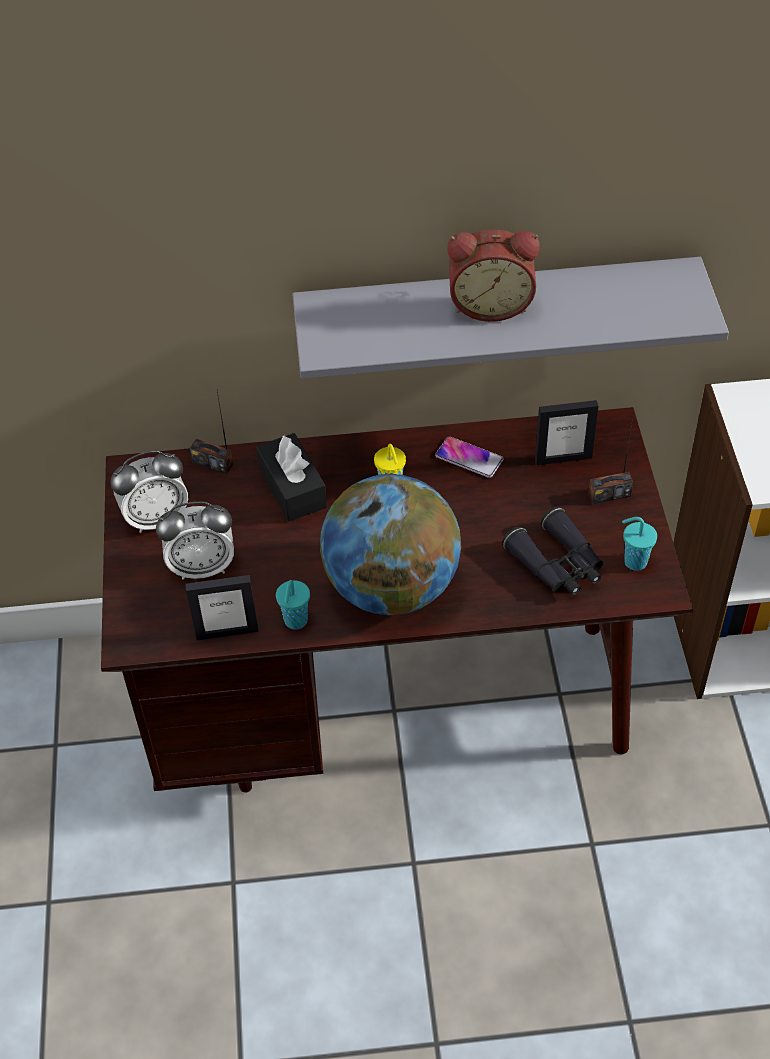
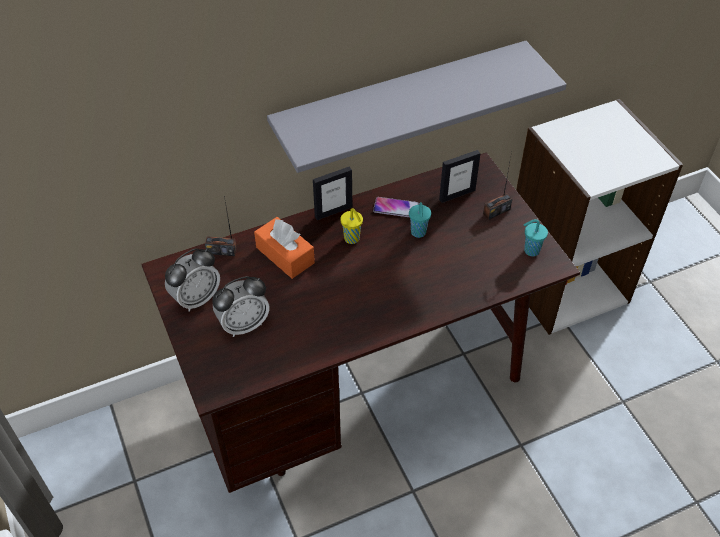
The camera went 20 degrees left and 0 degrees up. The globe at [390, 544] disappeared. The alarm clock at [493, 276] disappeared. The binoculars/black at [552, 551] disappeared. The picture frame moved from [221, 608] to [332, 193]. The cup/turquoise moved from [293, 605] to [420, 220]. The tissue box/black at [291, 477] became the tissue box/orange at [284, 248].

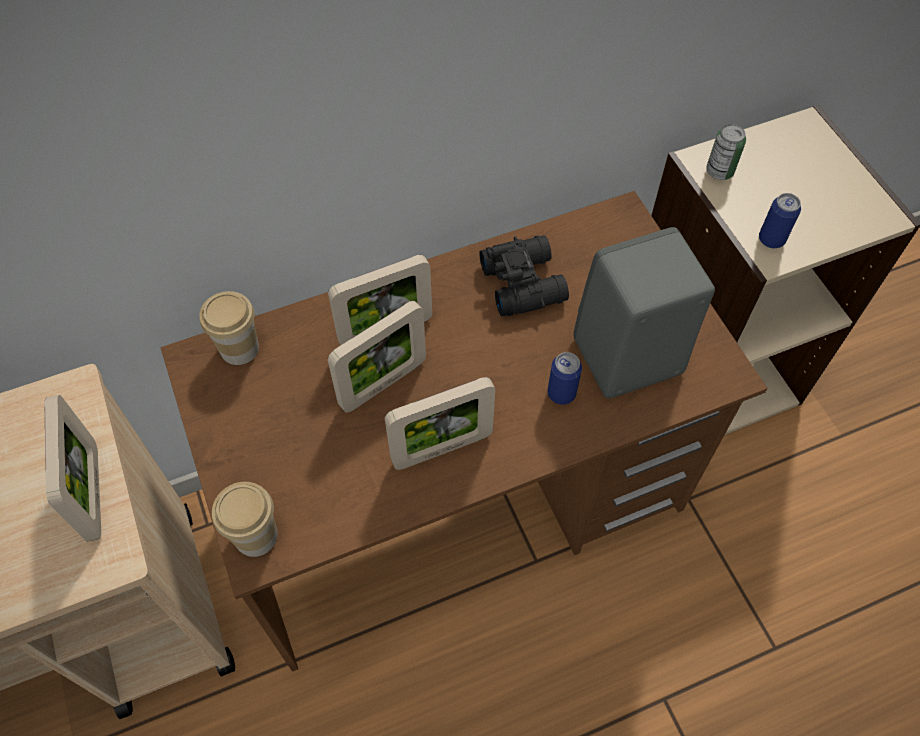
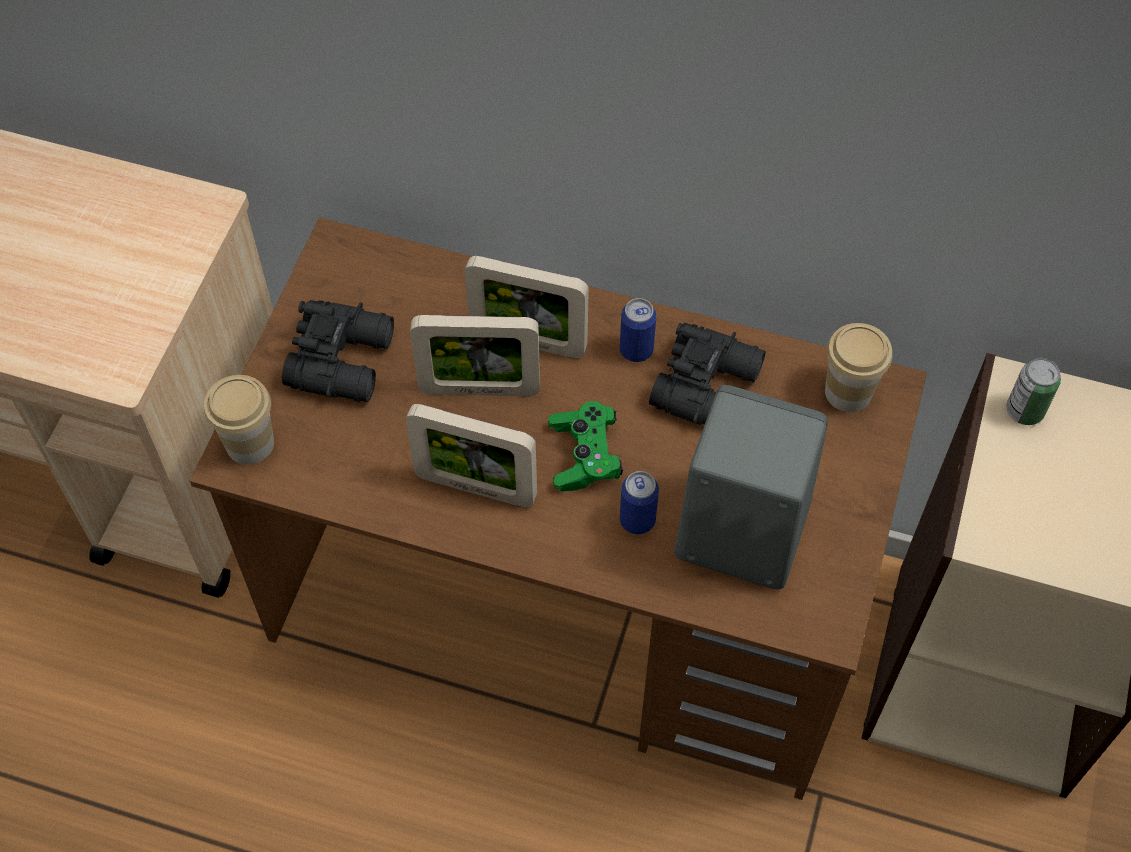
The camera went 40 degrees right and 0 degrees up. The picture frame at [73, 468] disappeared. The binoculars/black at [338, 351] appeared. The game controller/green at [585, 446] appeared. The cup moved from [229, 328] to [858, 367]. The can moved from [780, 220] to [638, 330].

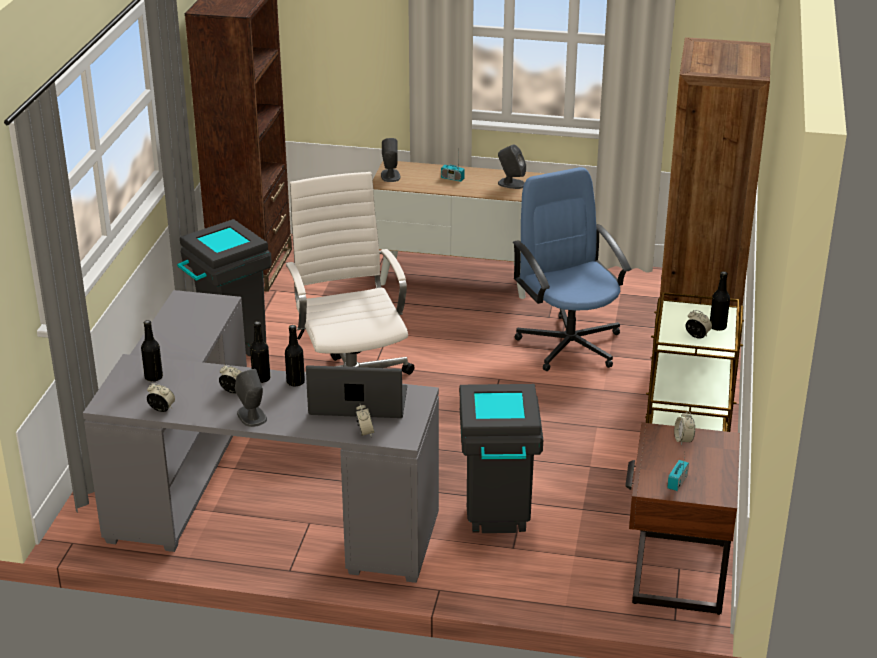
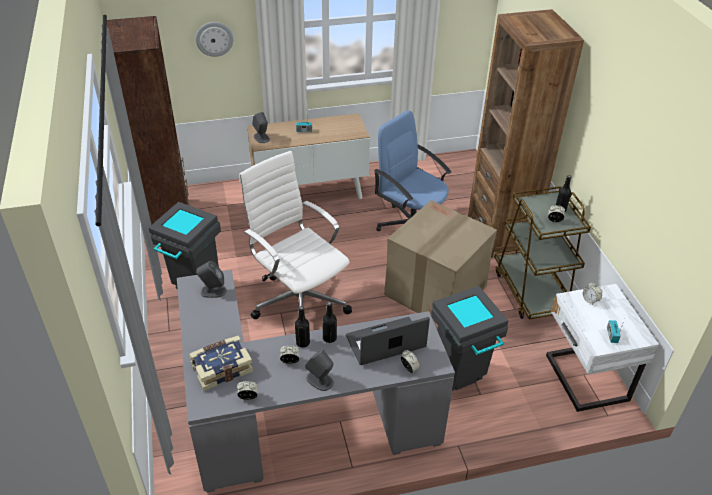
The camera went 25 degrees left and 10 degrees up. The wall clock at [214, 39] appeared. The cardboard box at [440, 261] appeared. The speaker/grey moved from [512, 166] to [211, 279]. The bottle/black at [152, 351] was replaced by the book at [221, 363]. The nightstand/brown at [682, 518] became the nightstand/white at [602, 348].

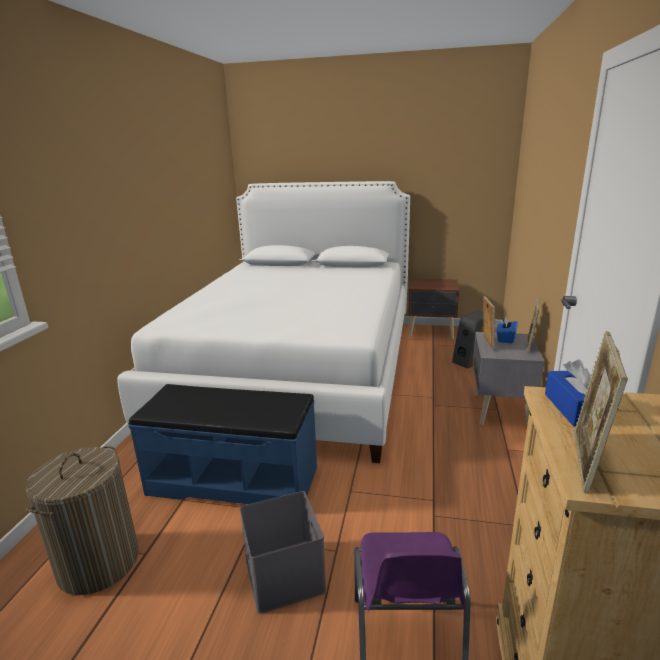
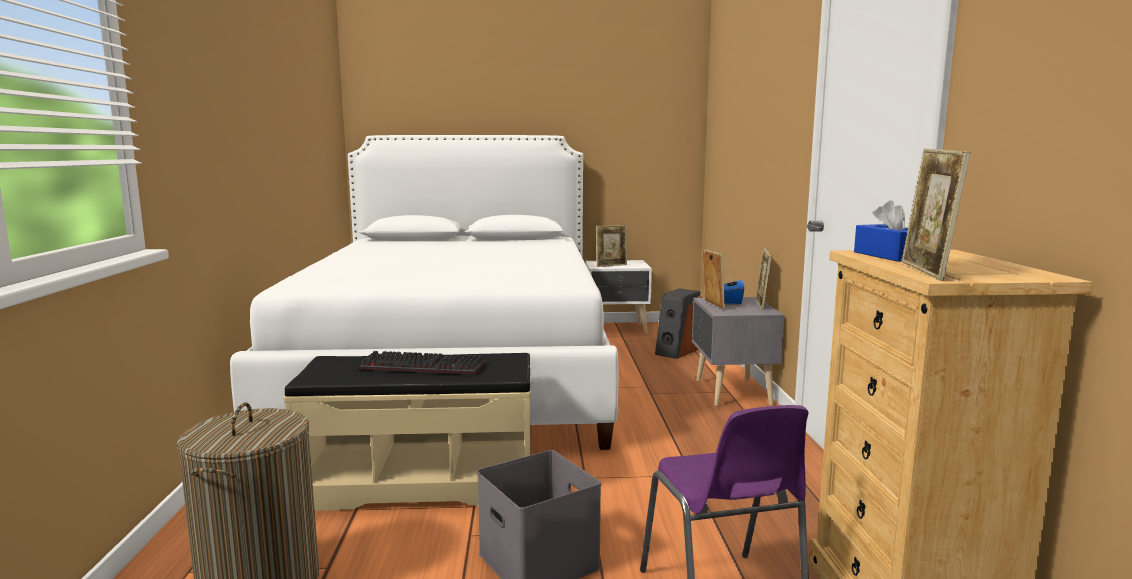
The camera went 15 degrees left and 10 degrees down. The keyboard at [422, 363] appeared. The picture frame at [611, 246] appeared. The bench/blue at [223, 444] became the bench/beige at [407, 432]. The nightstand/brown at [433, 309] became the nightstand/white at [618, 297].

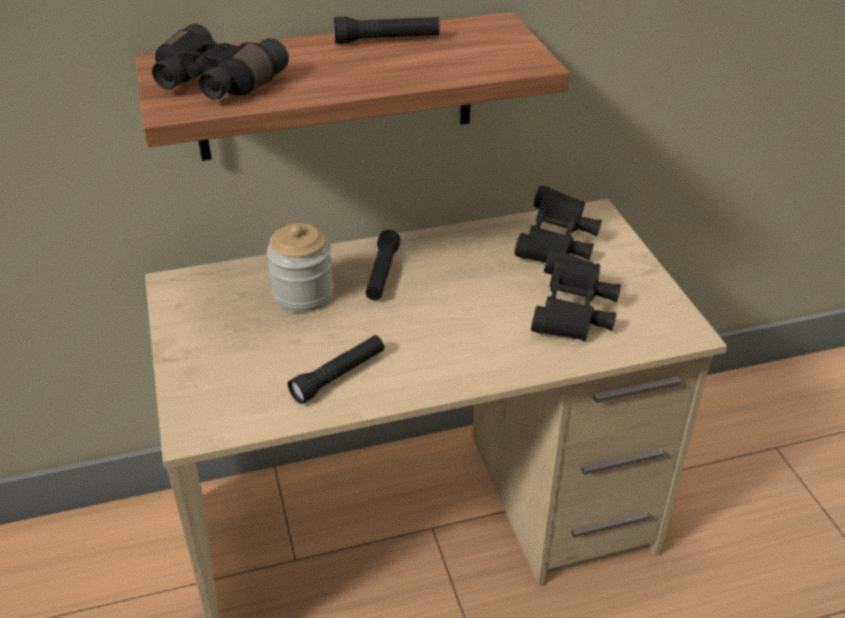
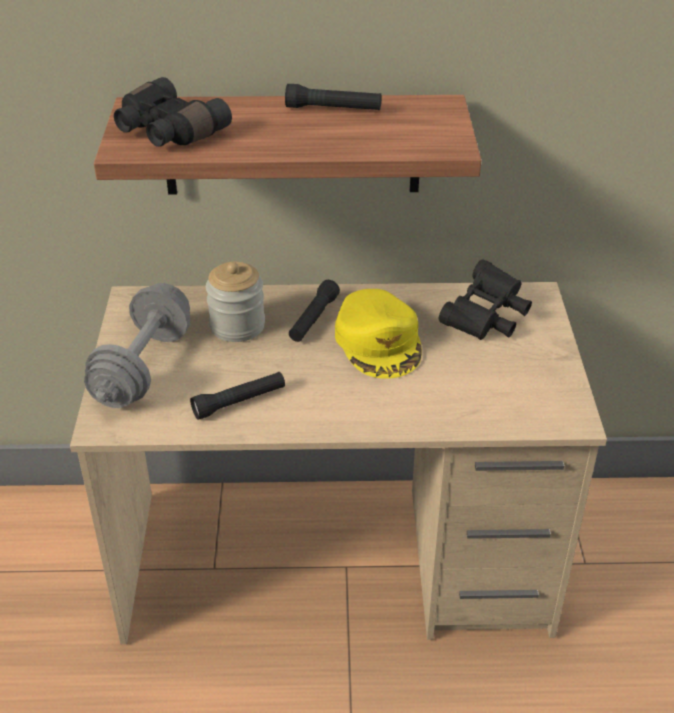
The camera went 15 degrees right and 0 degrees up. The binoculars/black at [576, 295] disappeared. The dumbbell/grey at [137, 345] appeared. The cap/yellow at [378, 334] appeared.

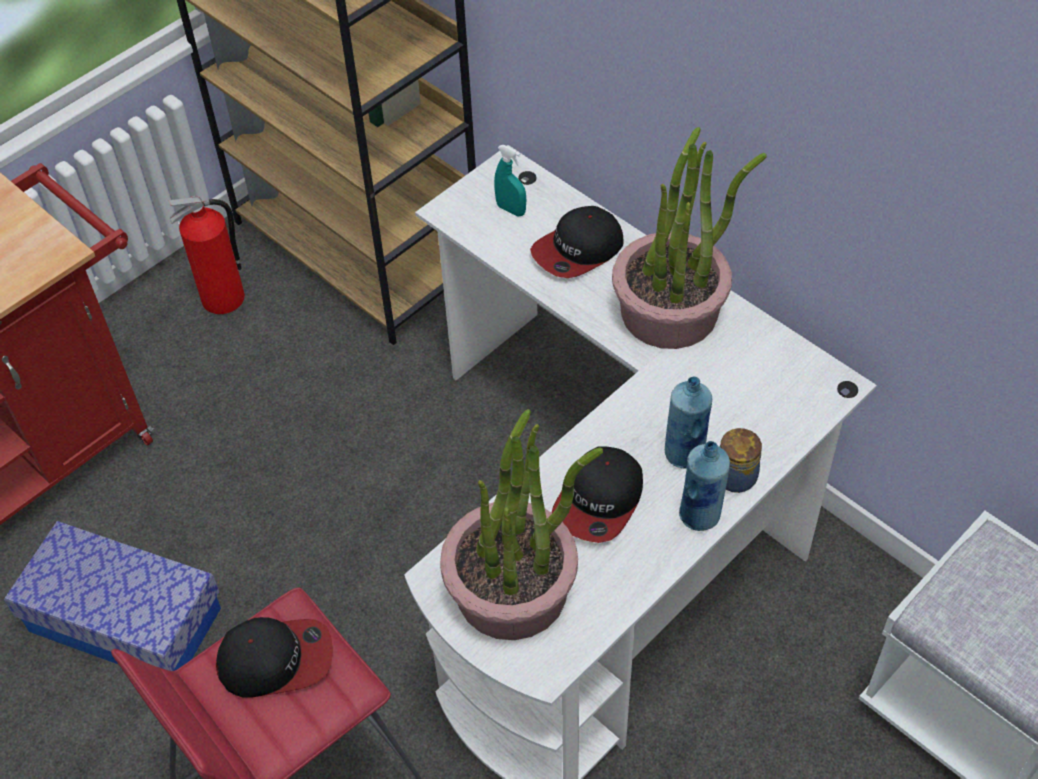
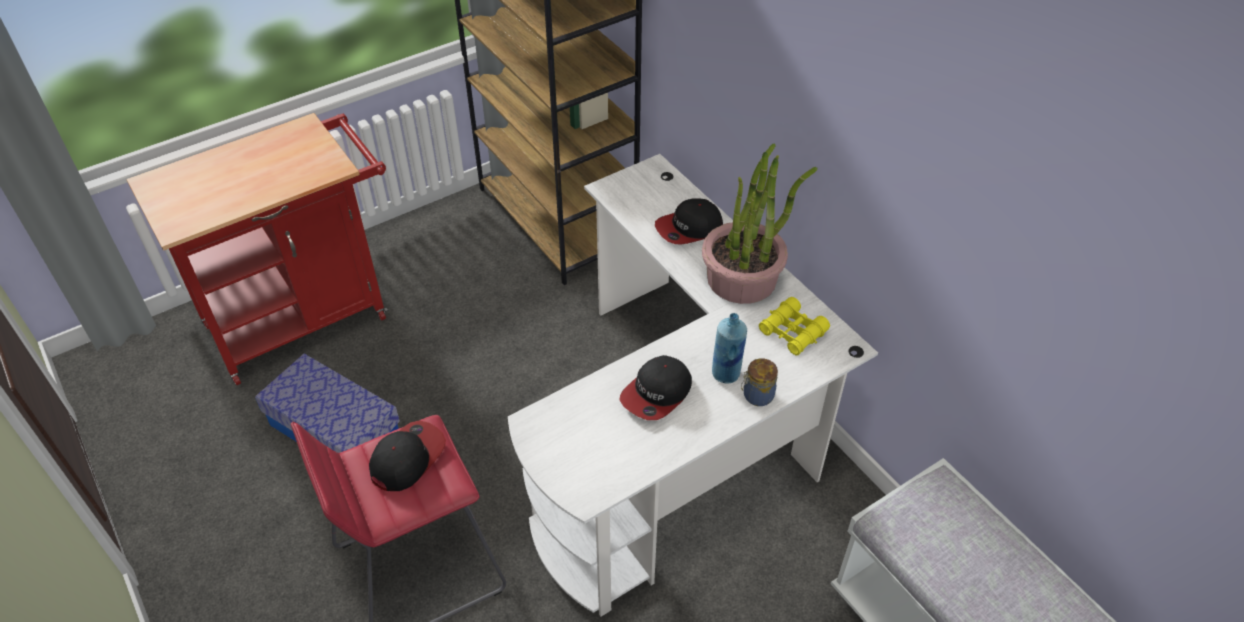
The camera went 10 degrees right and 5 degrees down. The fire extinguisher at [207, 255] disappeared. The potted plant at [521, 524] disappeared. The spray bottle/turquoise at [510, 181] disappeared. The bottle/blue at [704, 486] disappeared. The binoculars/yellow at [794, 326] appeared. The cap at [274, 657] turned 60 degrees counterclockwise.

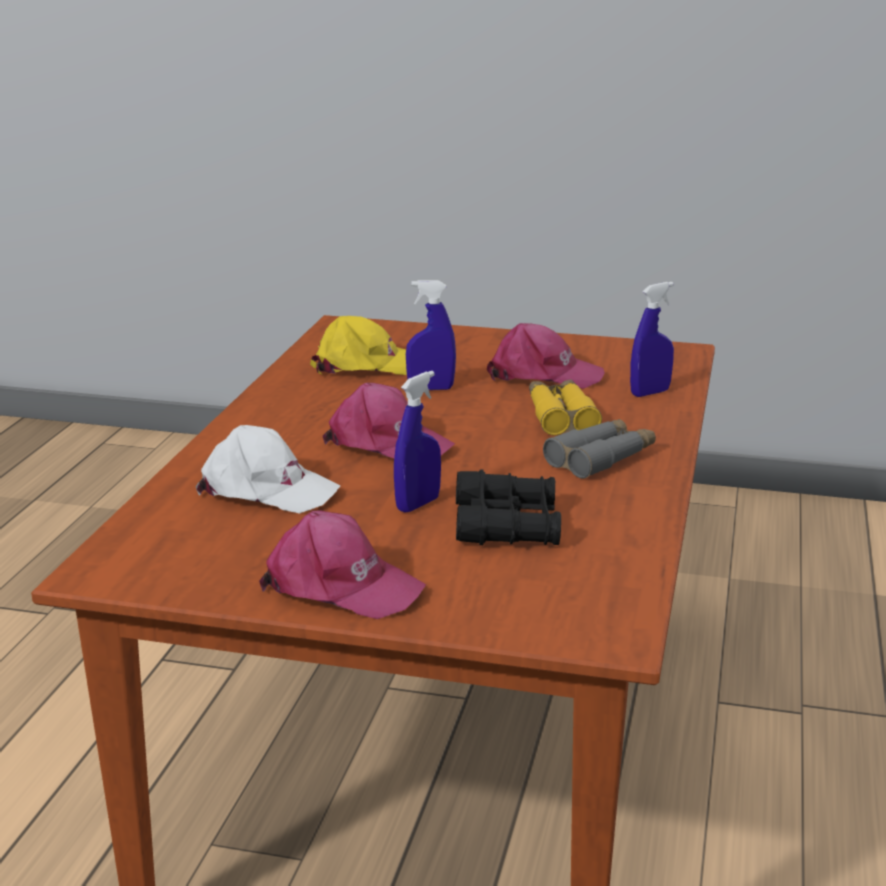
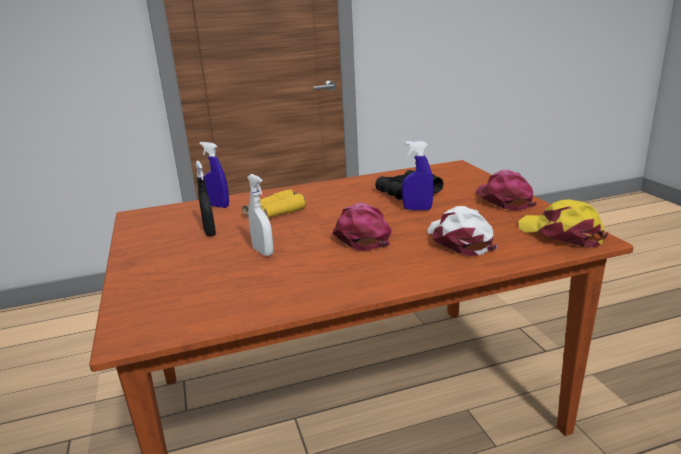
The camera went 120 degrees left and 0 degrees up. The binoculars/grey at [599, 449] disappeared. The cap/yellow moved from [358, 345] to [563, 223]. The cap/pink at [546, 356] was replaced by the spray bottle/black at [206, 198]. The spray bottle/blue at [431, 335] became the spray bottle/white at [260, 215].

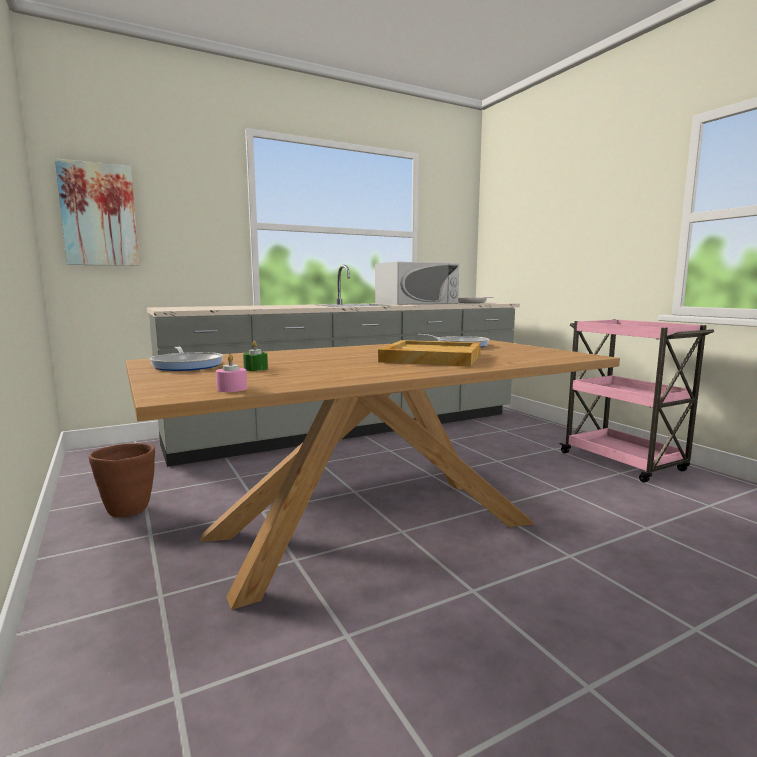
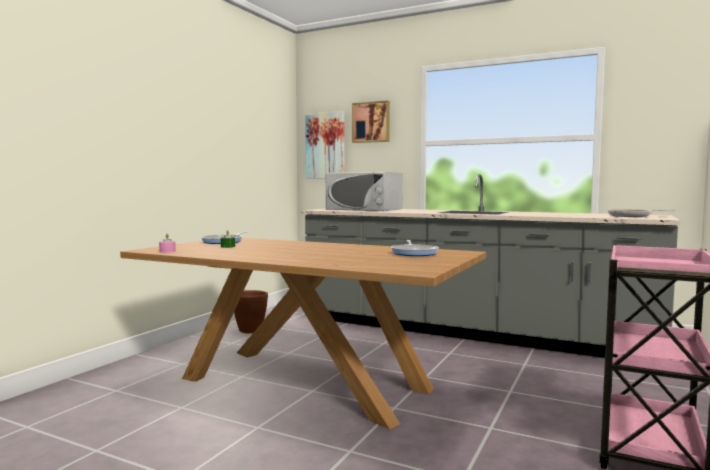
The camera went 55 degrees right and 5 degrees down. The tray/beige at [429, 353] disappeared. The picture at [371, 122] appeared. The microwave/white moved from [417, 283] to [364, 191].

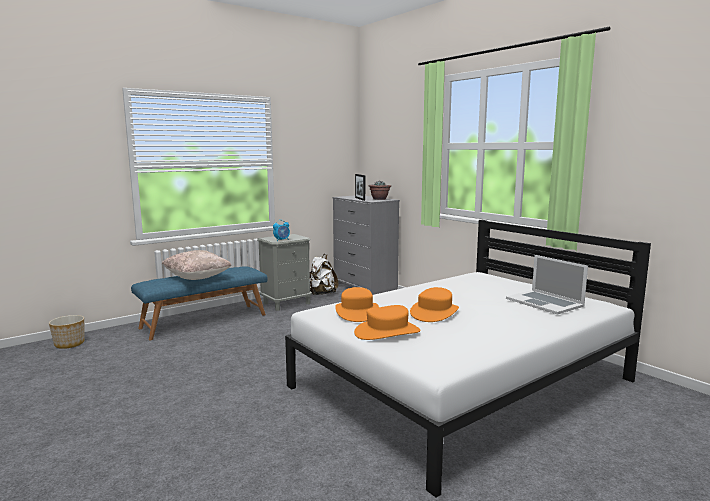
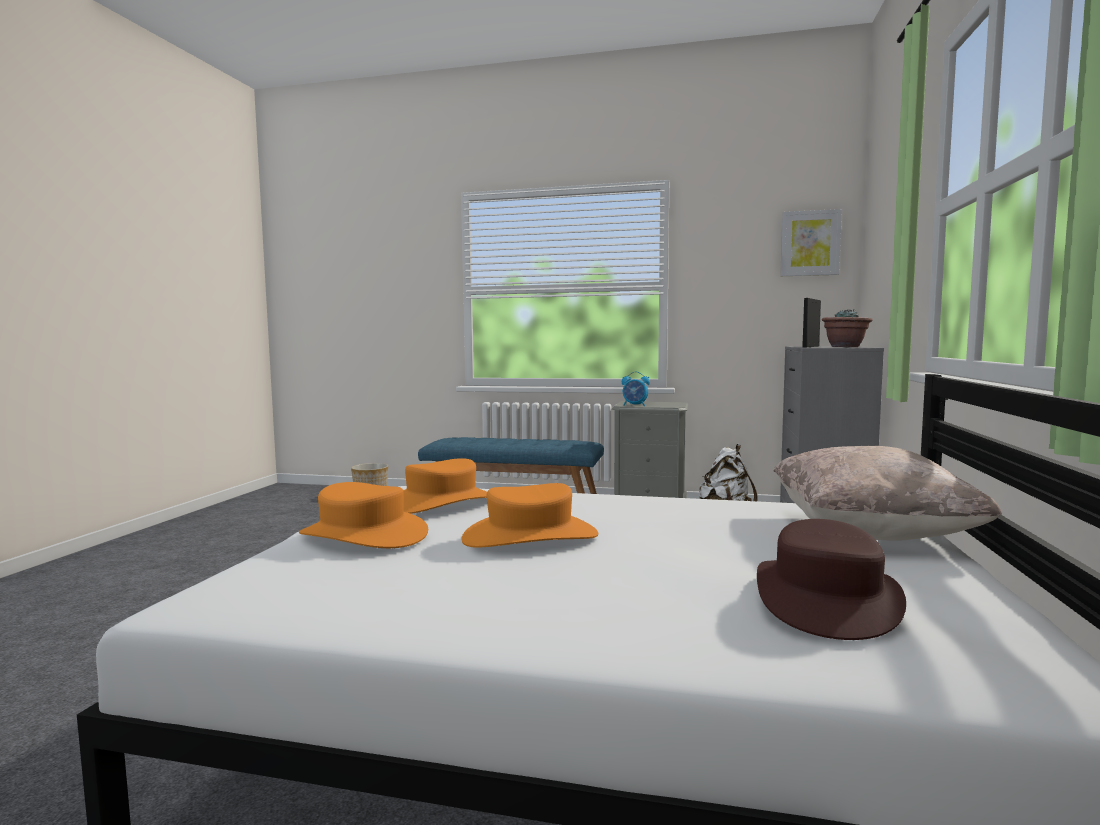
The camera went 50 degrees right and 5 degrees down. The picture at [811, 242] appeared. The pillow/beige moved from [196, 265] to [888, 493]. The laptop at [547, 285] was replaced by the hat/brown at [831, 579].

